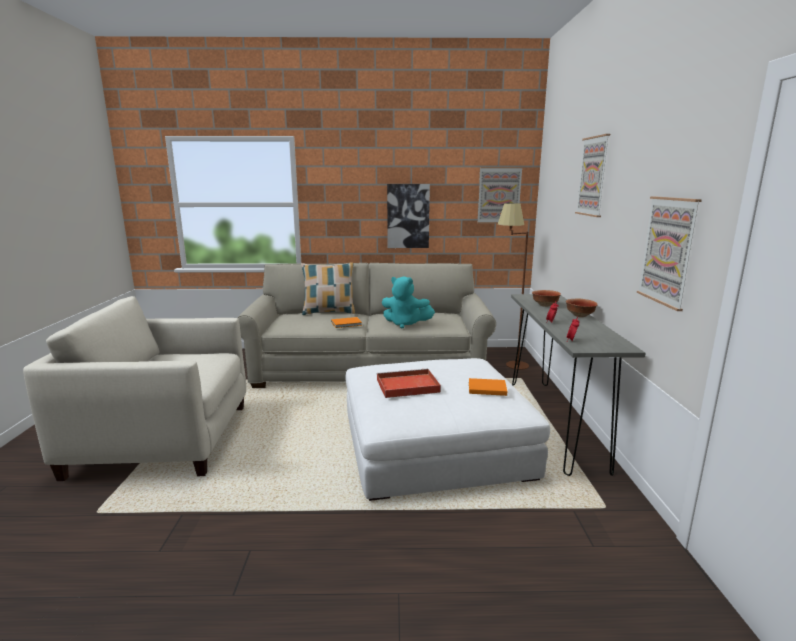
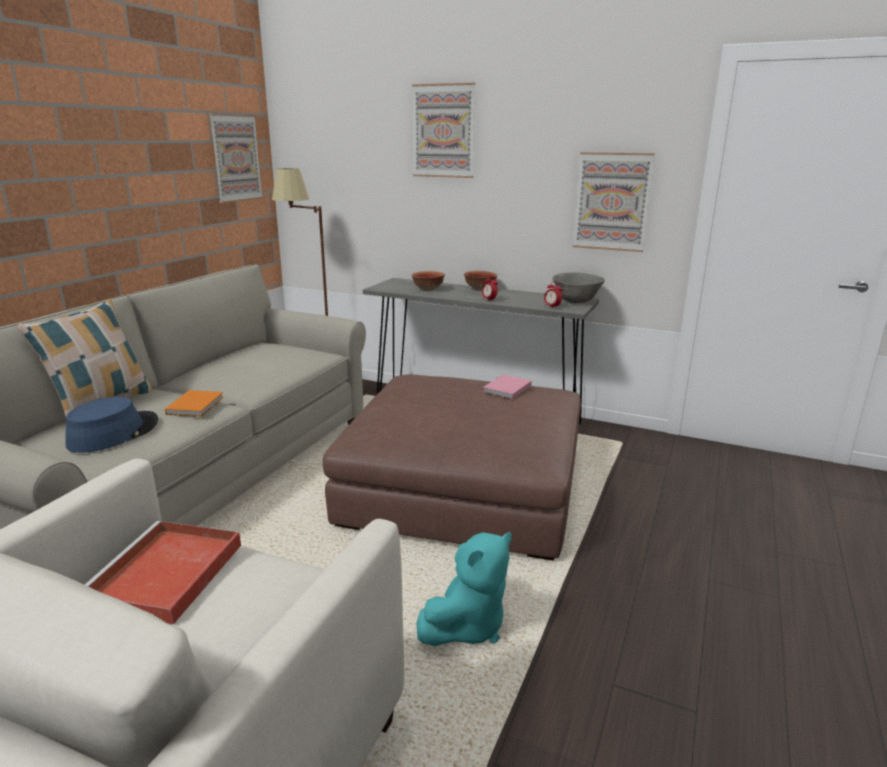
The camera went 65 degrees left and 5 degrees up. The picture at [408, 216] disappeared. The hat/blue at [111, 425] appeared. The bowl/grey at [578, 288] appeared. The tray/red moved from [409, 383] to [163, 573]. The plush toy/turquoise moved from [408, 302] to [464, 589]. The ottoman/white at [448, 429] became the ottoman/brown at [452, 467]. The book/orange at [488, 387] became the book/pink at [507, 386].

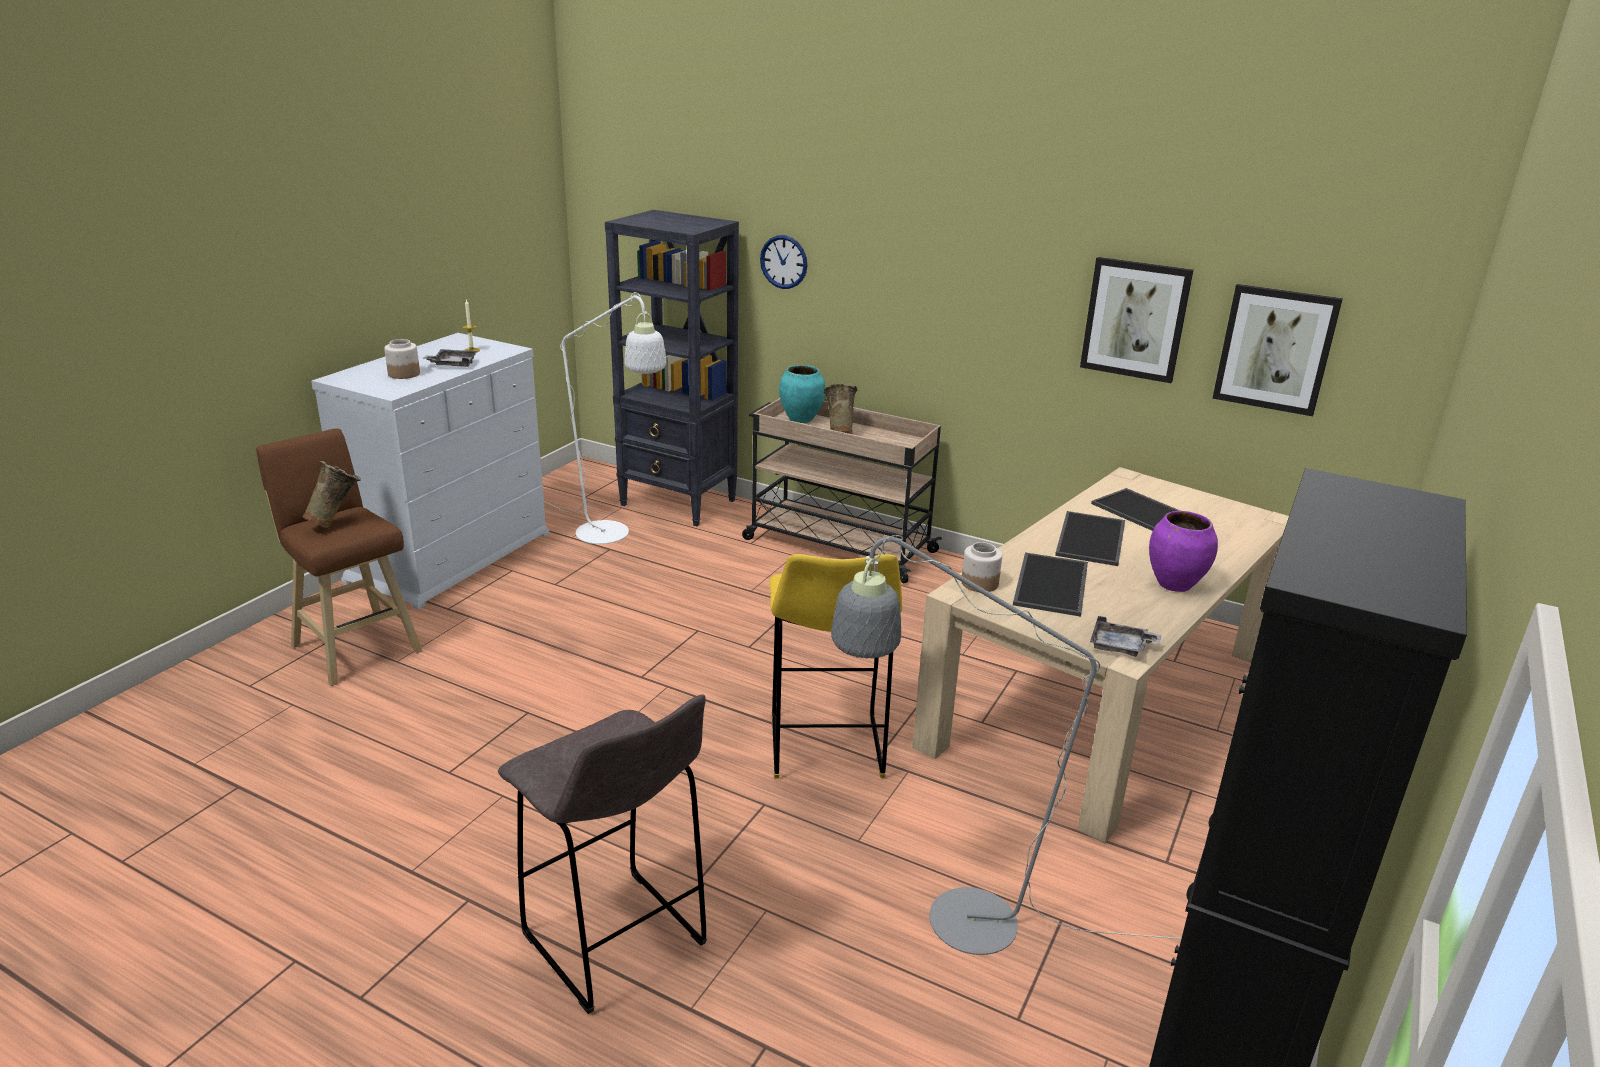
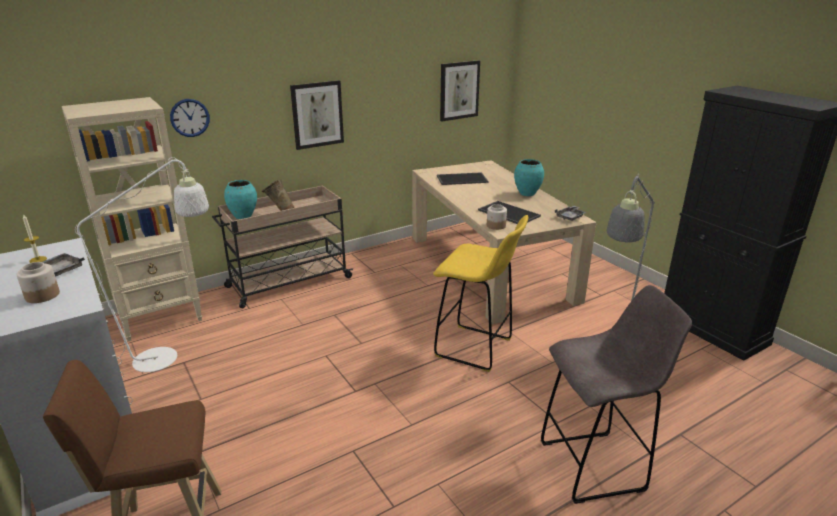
The camera went 60 degrees left and 0 degrees up. The vase/beige at [332, 495] disappeared. The tray at [1090, 538] disappeared. The picture moved from [1137, 320] to [317, 115]. The bookcase/black at [672, 368] became the bookcase/beige at [132, 219]. The vase/purple at [1183, 551] became the vase/turquoise at [529, 177].

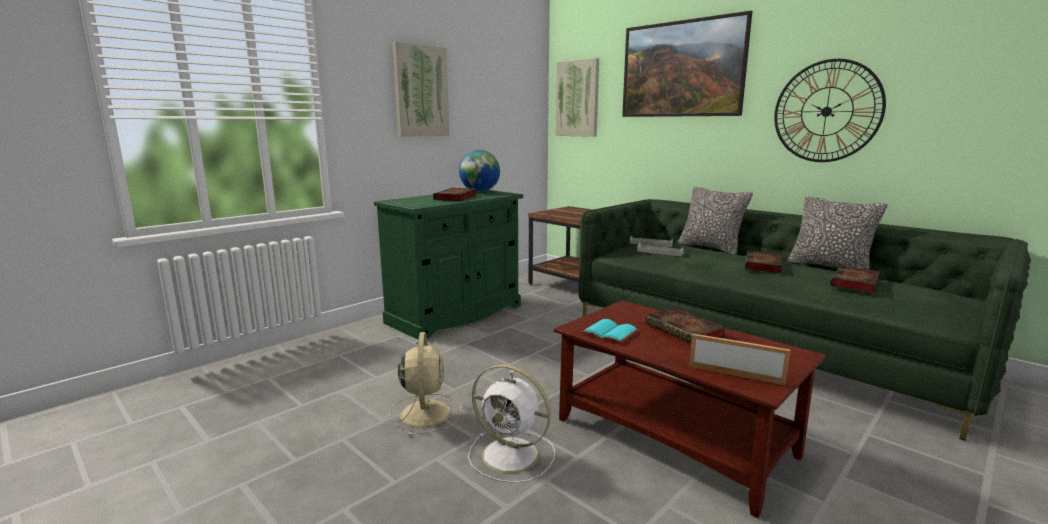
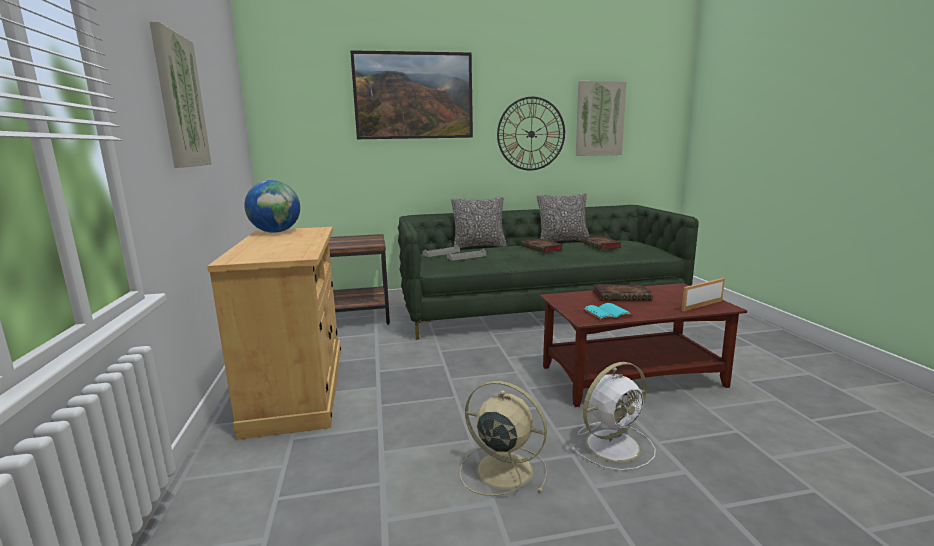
The camera went 55 degrees left and 0 degrees up. The book at [455, 194] disappeared. The picture moved from [577, 97] to [601, 118]. The cabinet/green at [448, 265] became the cabinet/beige at [274, 333].

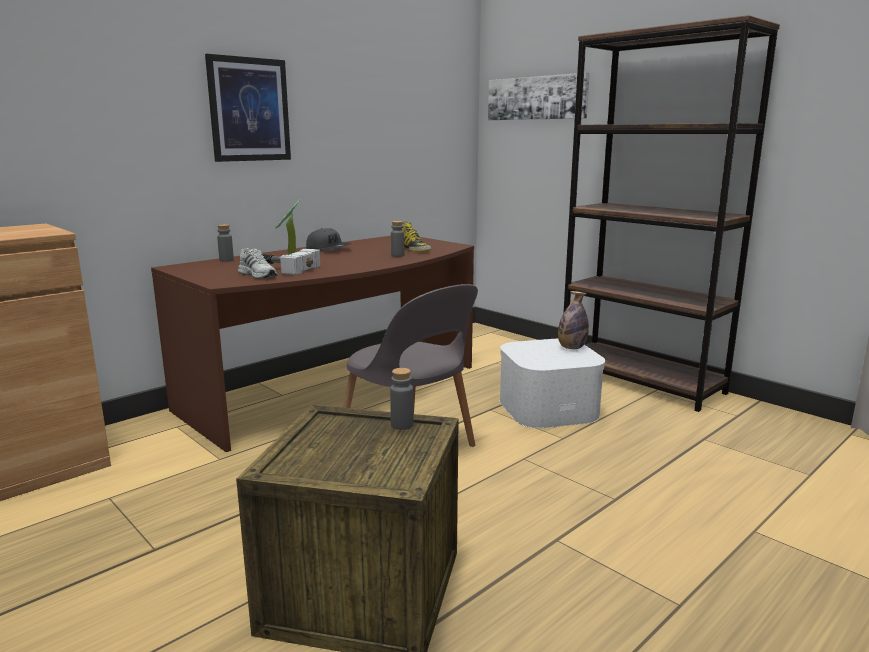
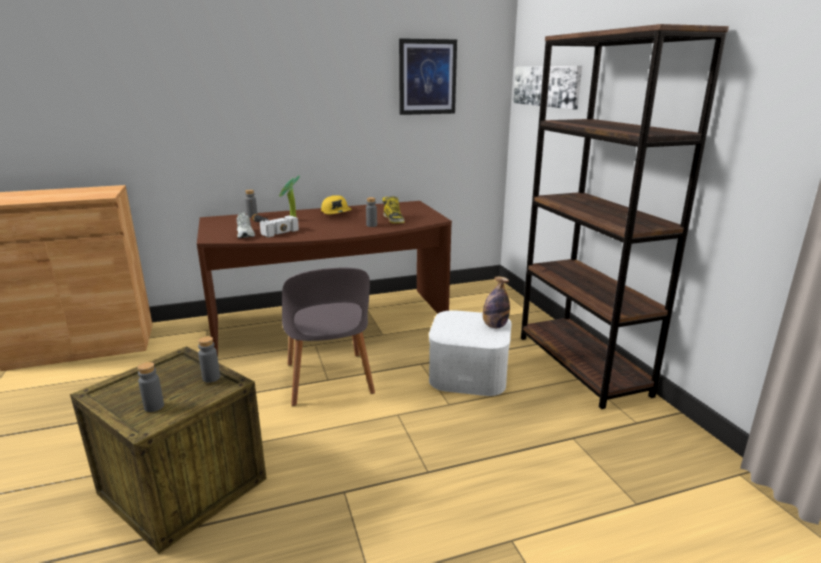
The camera went 25 degrees right and 5 degrees up. The bottle/grey at [150, 387] appeared. The picture moved from [248, 108] to [428, 76]. The cap/grey at [329, 239] became the cap/yellow at [336, 205].

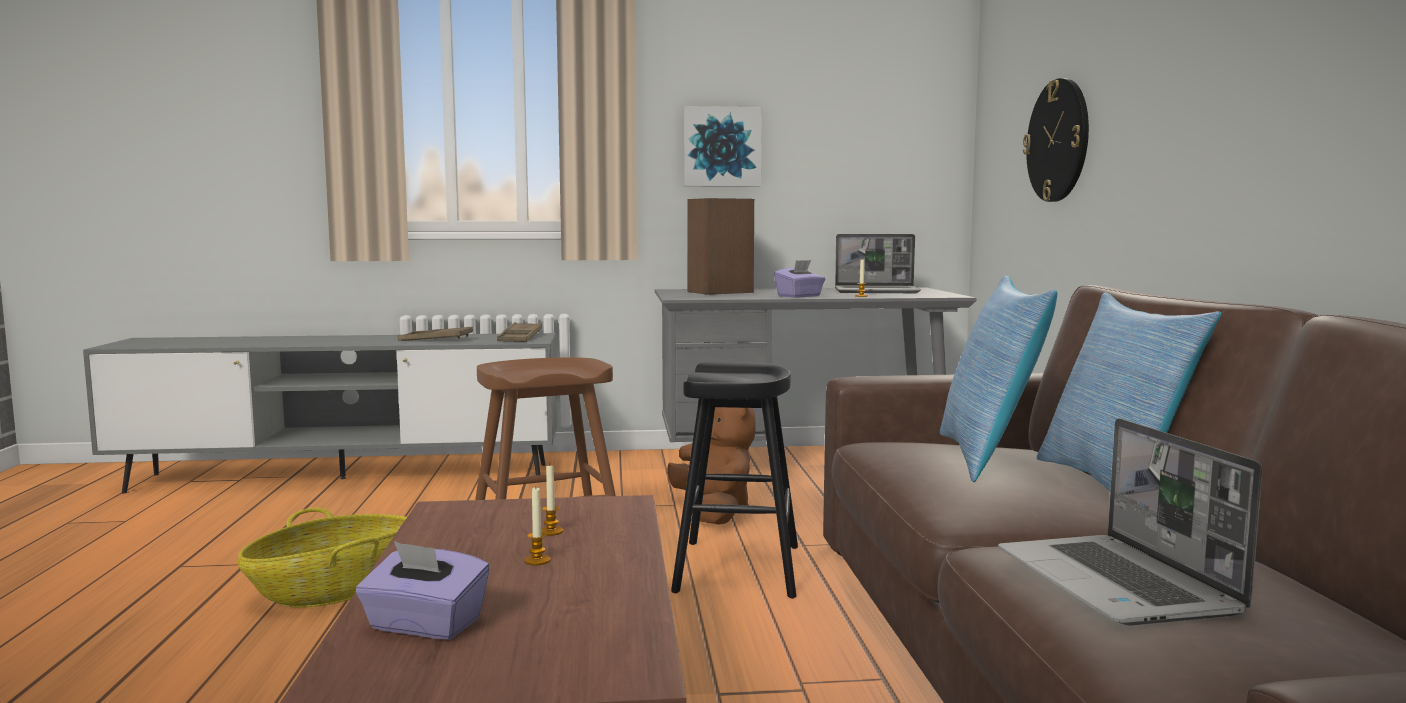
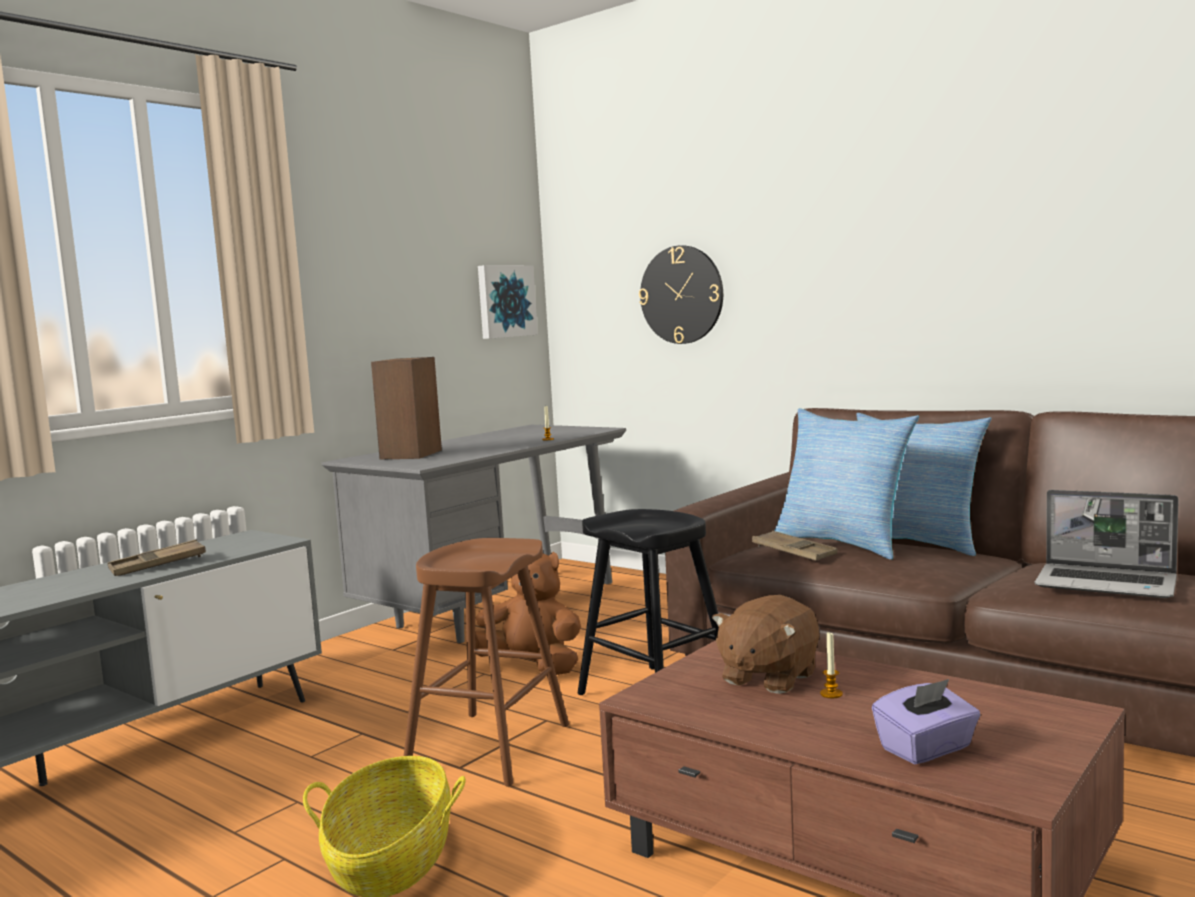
The camera went 45 degrees left and 0 degrees up. The tissue box/purple at [799, 279] disappeared. The laptop at [878, 263] disappeared. The tray/brown moved from [519, 332] to [794, 545]. The picture moved from [723, 146] to [508, 302]. The candle at [552, 501] was replaced by the plush toy/brown at [766, 644].

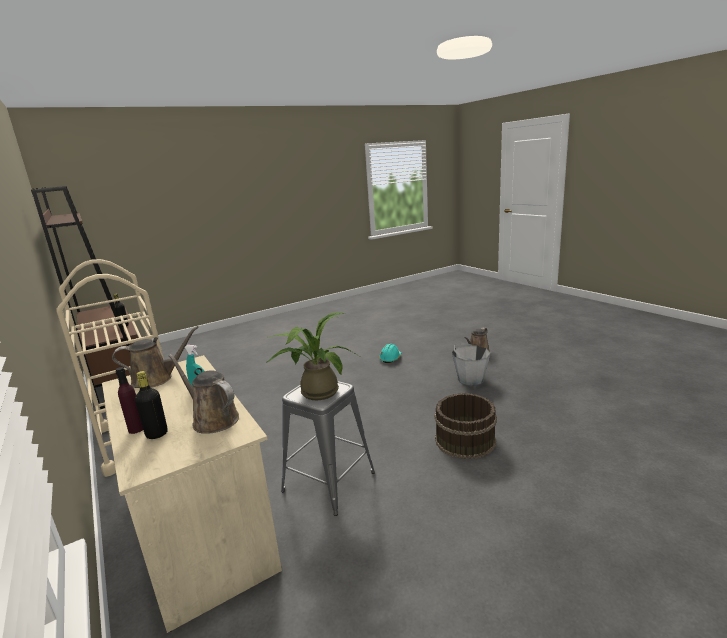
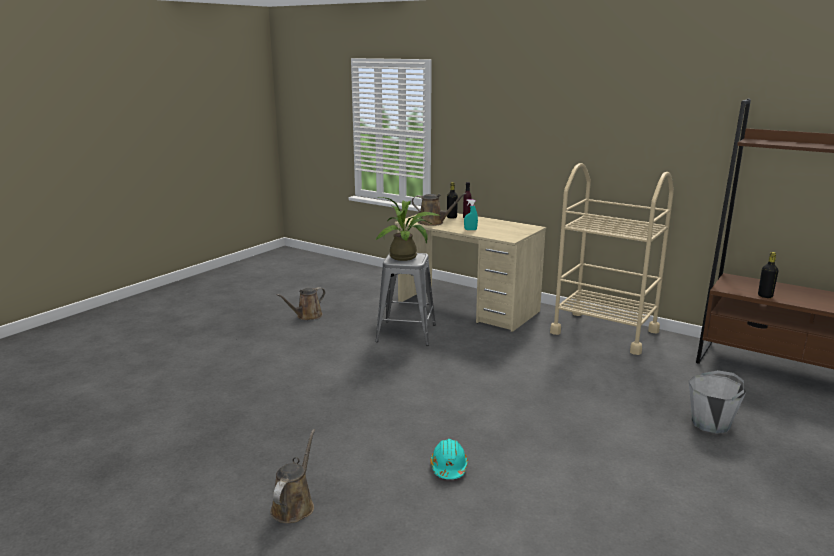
The camera went 155 degrees right and 0 degrees up. The bucket/brown at [465, 426] disappeared. The watering can/brown moved from [155, 357] to [300, 303]. The bucket/grey moved from [471, 364] to [717, 402].

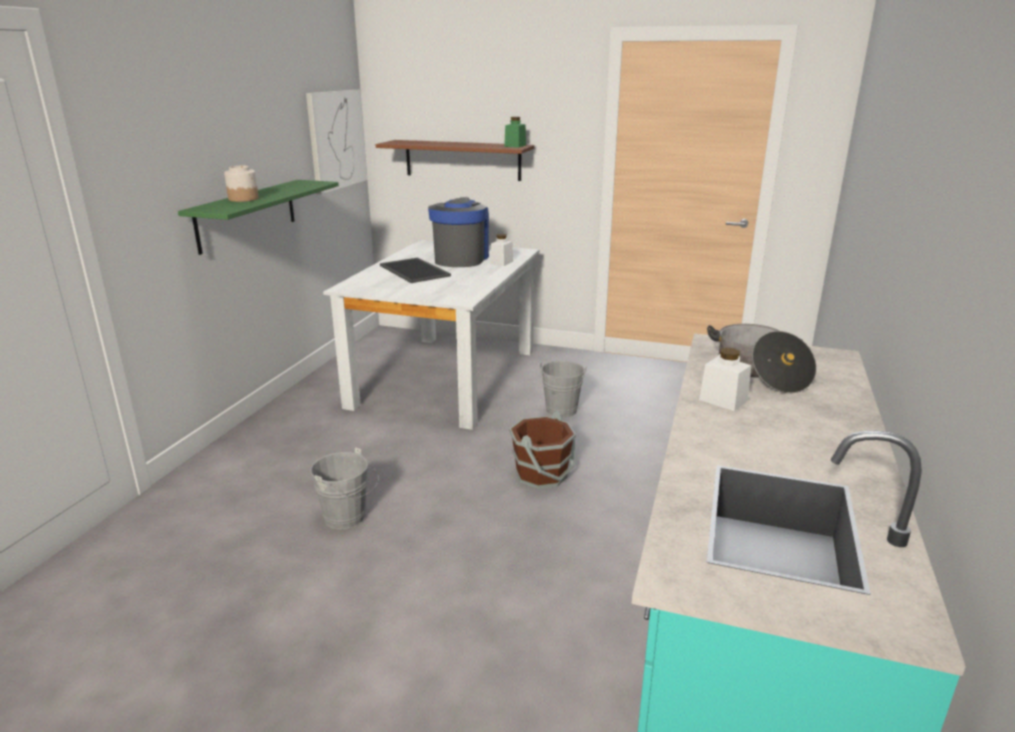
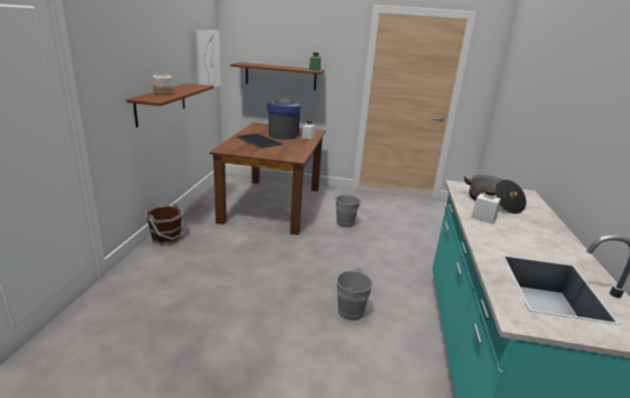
The camera went 10 degrees left and 0 degrees up. The bucket/grey moved from [344, 488] to [357, 294]. The bucket/brown moved from [542, 450] to [166, 224]. The shelf/green at [258, 217] became the shelf/brown at [170, 105]. The dining table/white at [431, 335] became the dining table/brown at [267, 179].

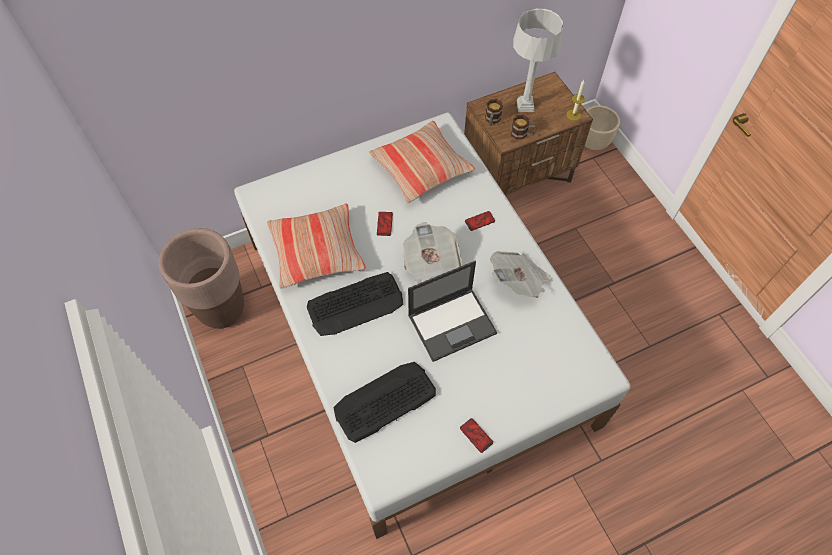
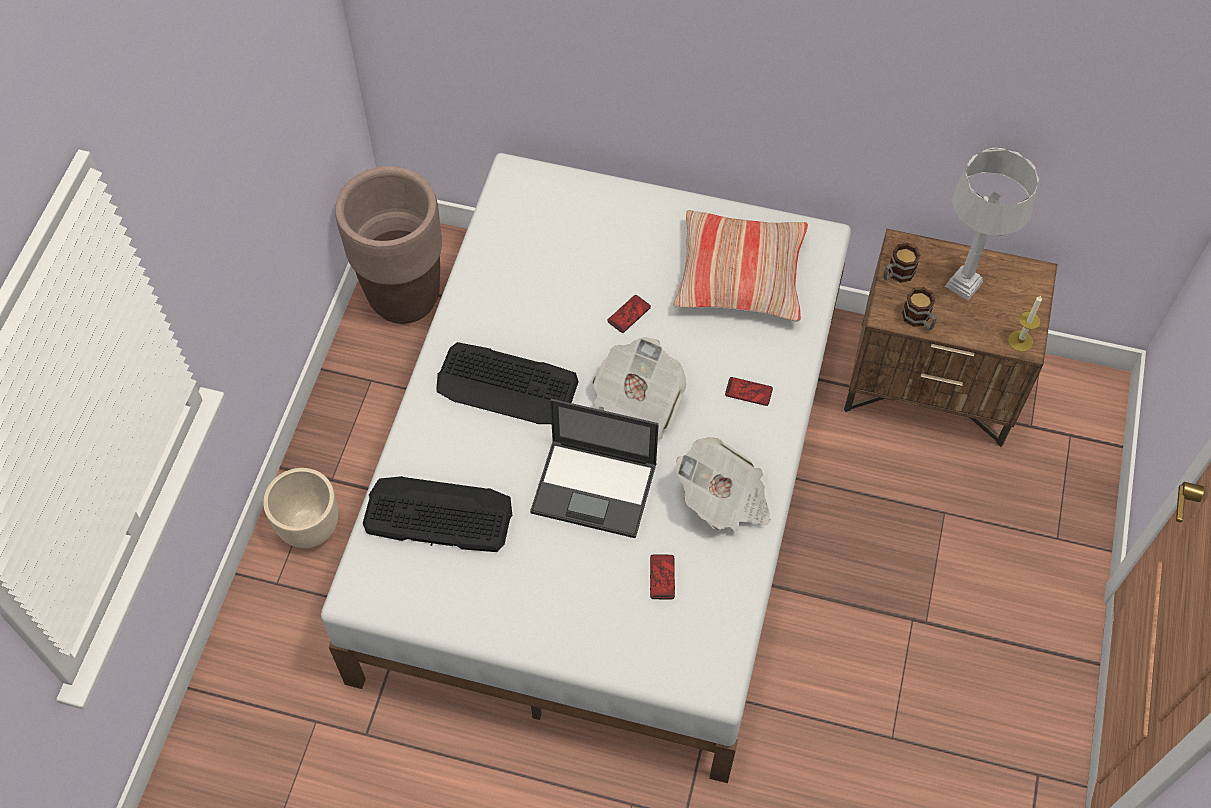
The camera went 40 degrees right and 0 degrees up. The pillow at [316, 246] disappeared. The phone moved from [476, 435] to [662, 577]. The planter/beige moved from [602, 127] to [300, 508].

